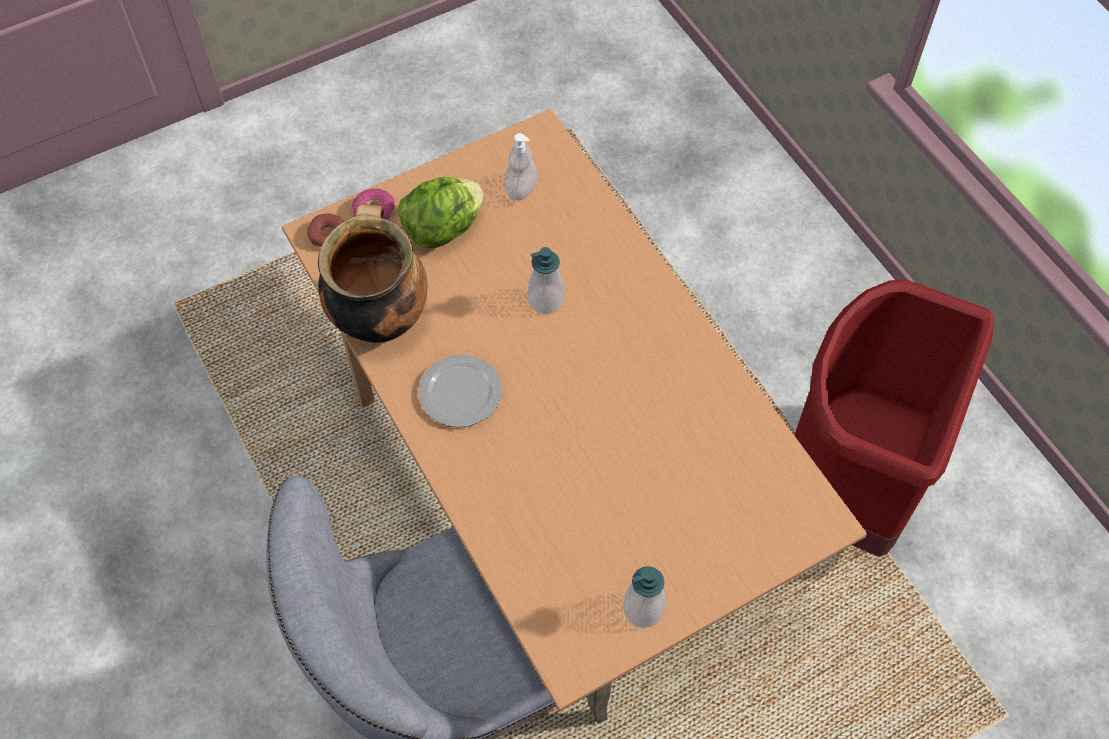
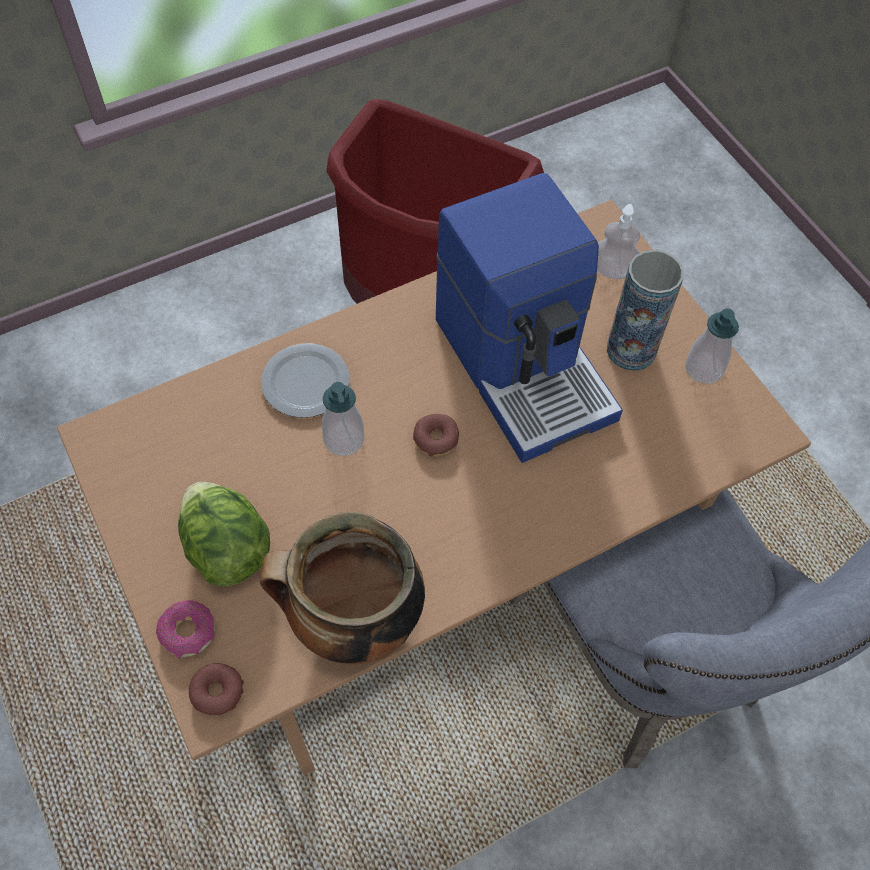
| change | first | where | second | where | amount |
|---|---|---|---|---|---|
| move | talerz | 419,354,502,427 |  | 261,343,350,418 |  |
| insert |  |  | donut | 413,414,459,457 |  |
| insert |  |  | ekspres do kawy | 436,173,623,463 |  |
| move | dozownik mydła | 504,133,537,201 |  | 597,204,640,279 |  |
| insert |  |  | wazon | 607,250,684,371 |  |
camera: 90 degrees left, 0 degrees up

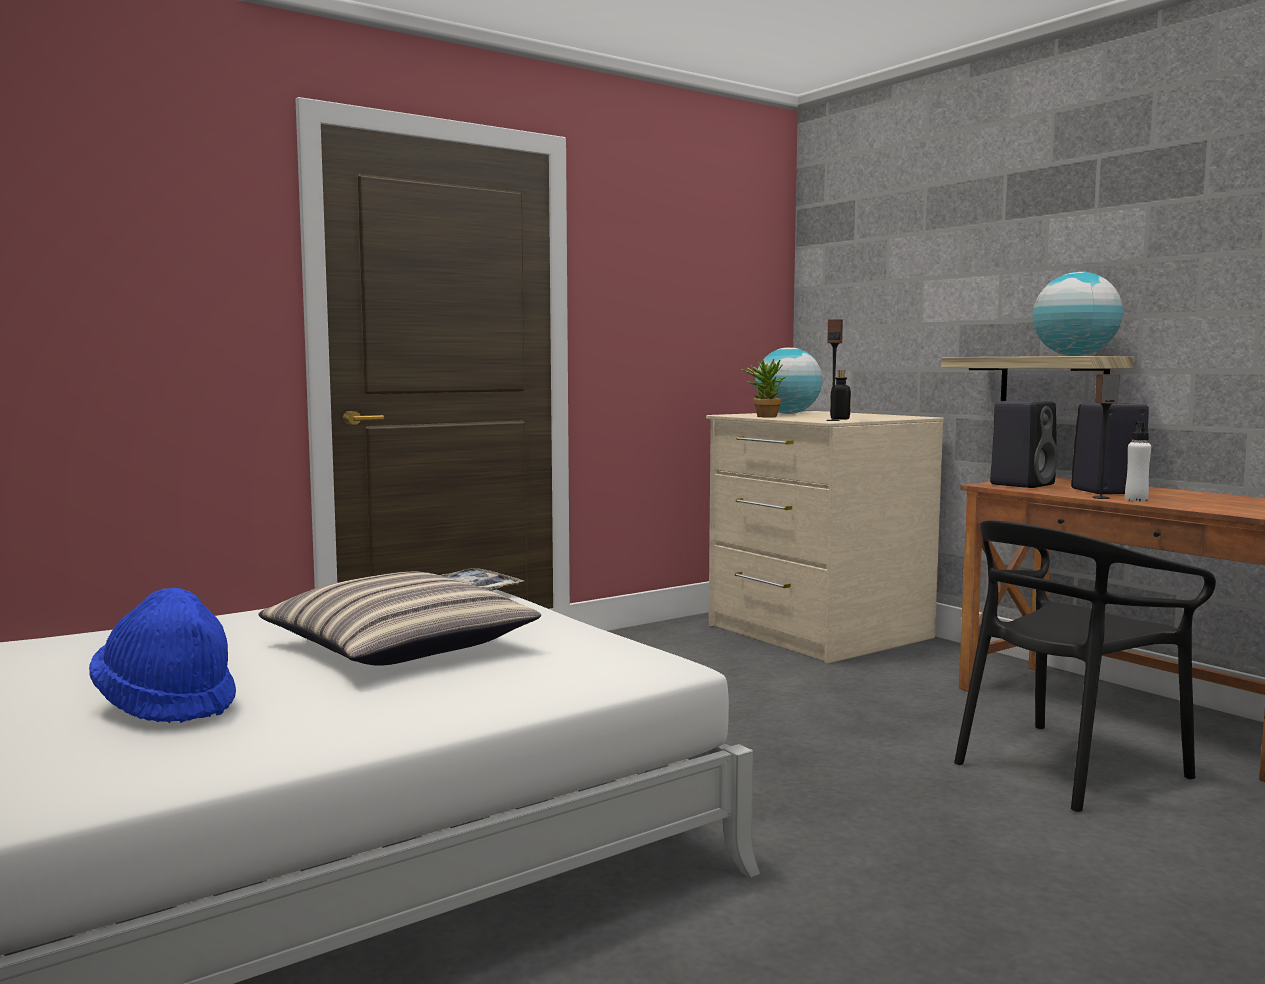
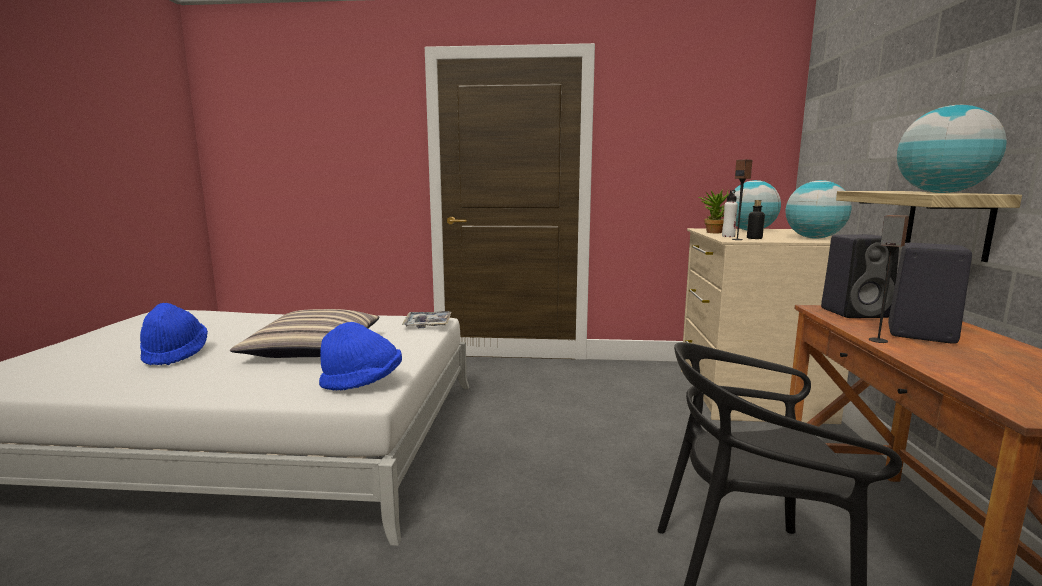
| change | first | where | second | where | amount |
|---|---|---|---|---|---|
| insert |  |  | kapelusz (niebieski) | 319,322,402,391 |  |
| move | butelka (biały) | 1125,421,1151,501 |  | 722,190,738,237 |  |
| insert |  |  | globus | 786,180,851,239 |  |
camera: 40 degrees right, 5 degrees up

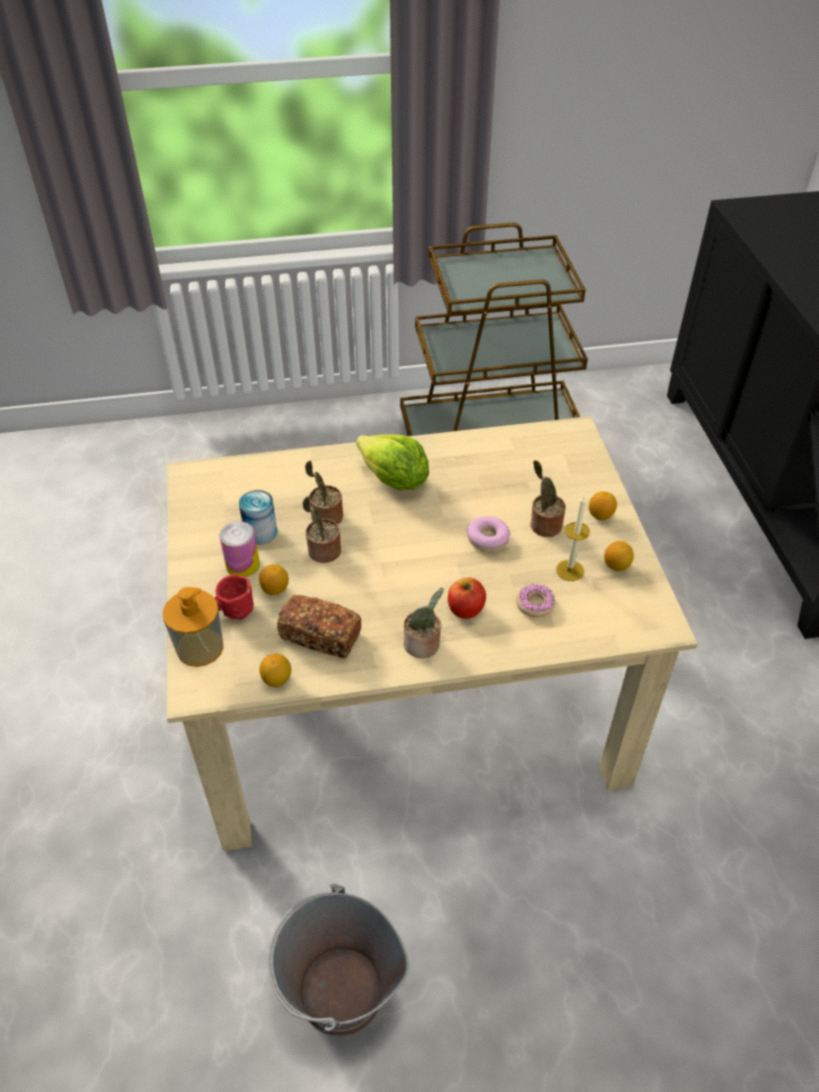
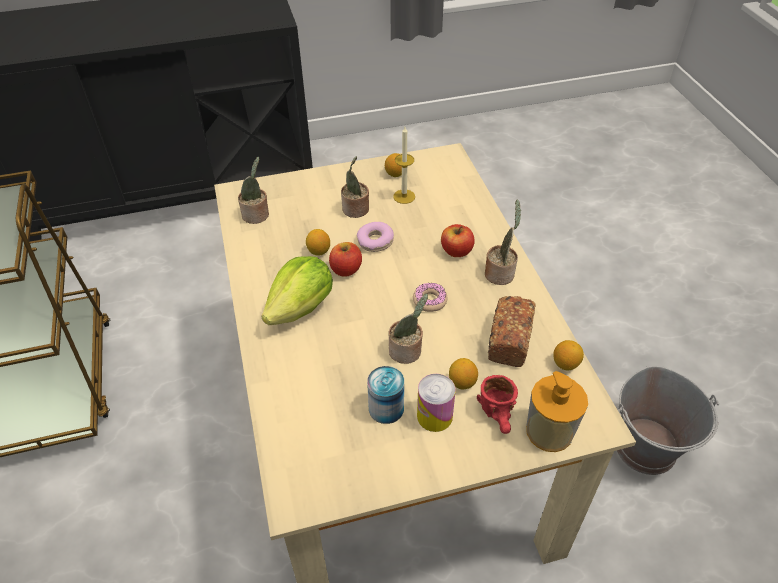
| change | first | where | second | where | amount |
|---|---|---|---|---|---|
| move | roślina doniczkowa | 305,460,343,524 |  | 238,157,269,224 |  |
| move | cytryna | 589,491,617,520 |  | 306,229,330,256 |  |
| insert |  |  | jabłko | 329,242,362,277 |  |
| move | donut | 516,584,555,618 |  | 413,283,447,312 |  |
camera: 95 degrees left, 0 degrees up

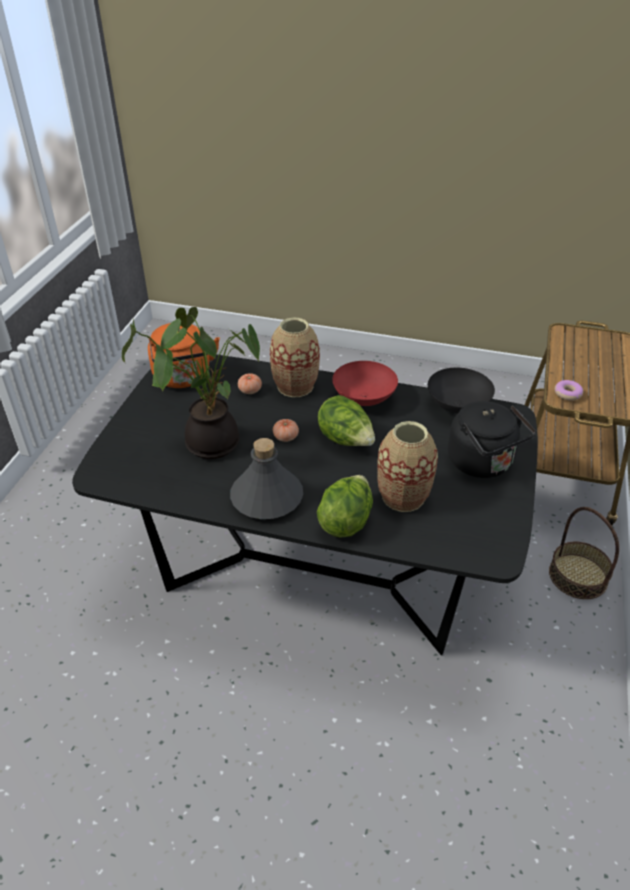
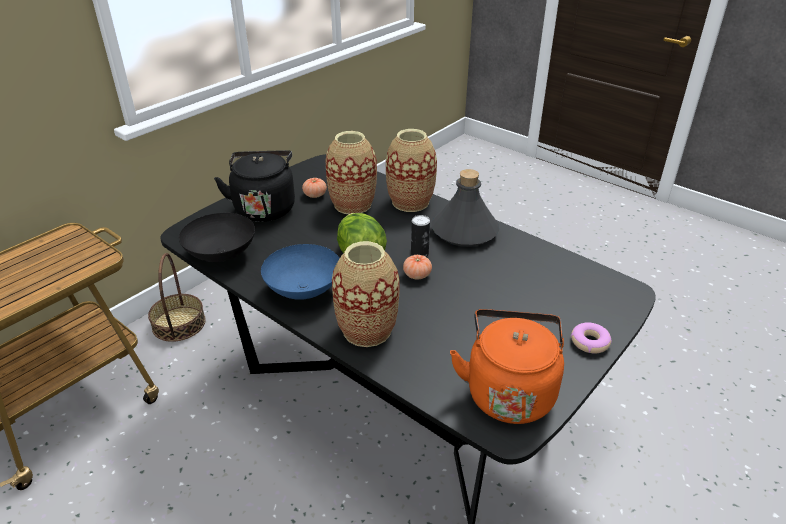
| change | first | where | second | where | amount |
|---|---|---|---|---|---|
| recolor | miska (czerwony) | 332,361,398,406 | miska (niebieski) | 261,244,340,300 |  |
| move | pomidor | 238,373,262,394 |  | 302,178,327,198 |  |
| replace | sałata | 317,475,373,538 | wazon | 386,129,437,212 |  |
| insert |  |  | puszka | 411,215,430,257 |  |
| move | donut | 555,380,583,401 |  | 571,322,612,353 |  |
| delete | roślina doniczkowa | 122,307,260,459 |  |  |  |
camera: 155 degrees left, 5 degrees down

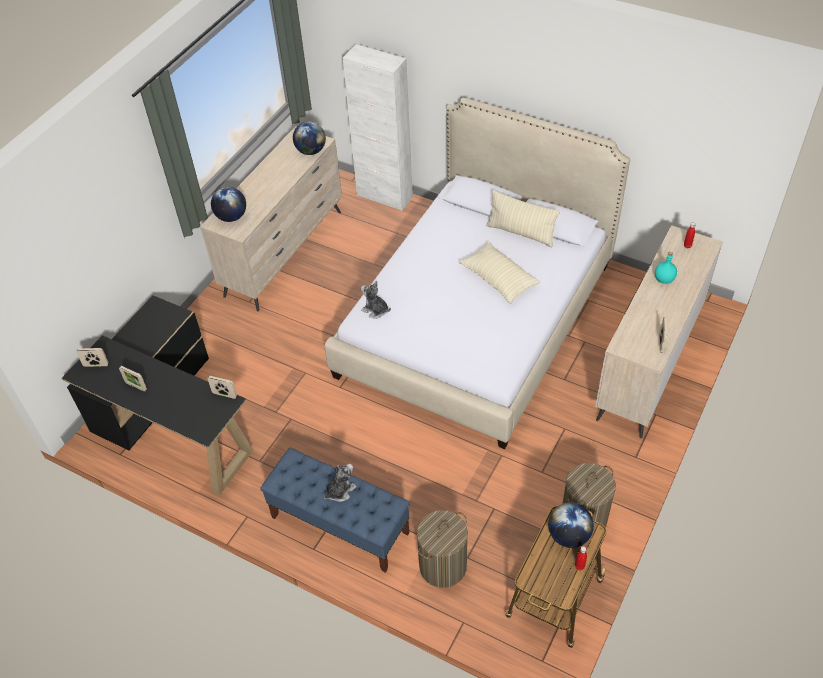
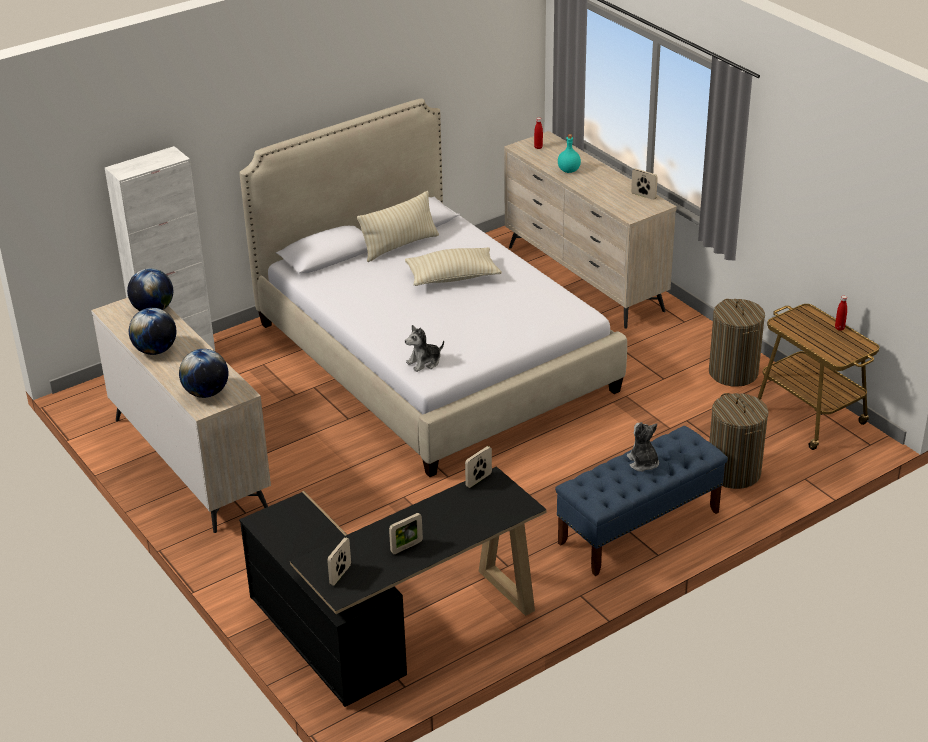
| change | first | where | second | where | amount |
|---|---|---|---|---|---|
| move | globus | 548,502,594,548 |  | 129,308,176,355 |  |
camera: 65 degrees left, 15 degrees down

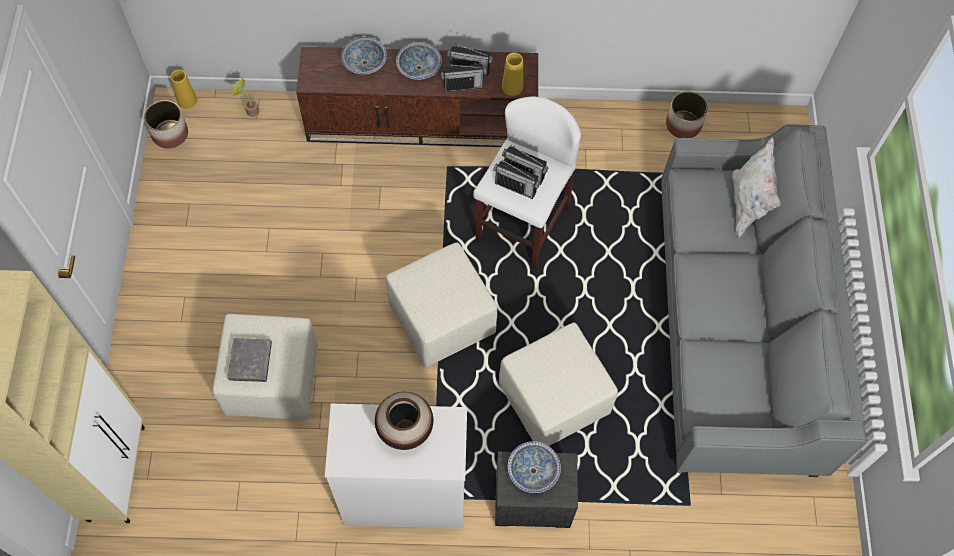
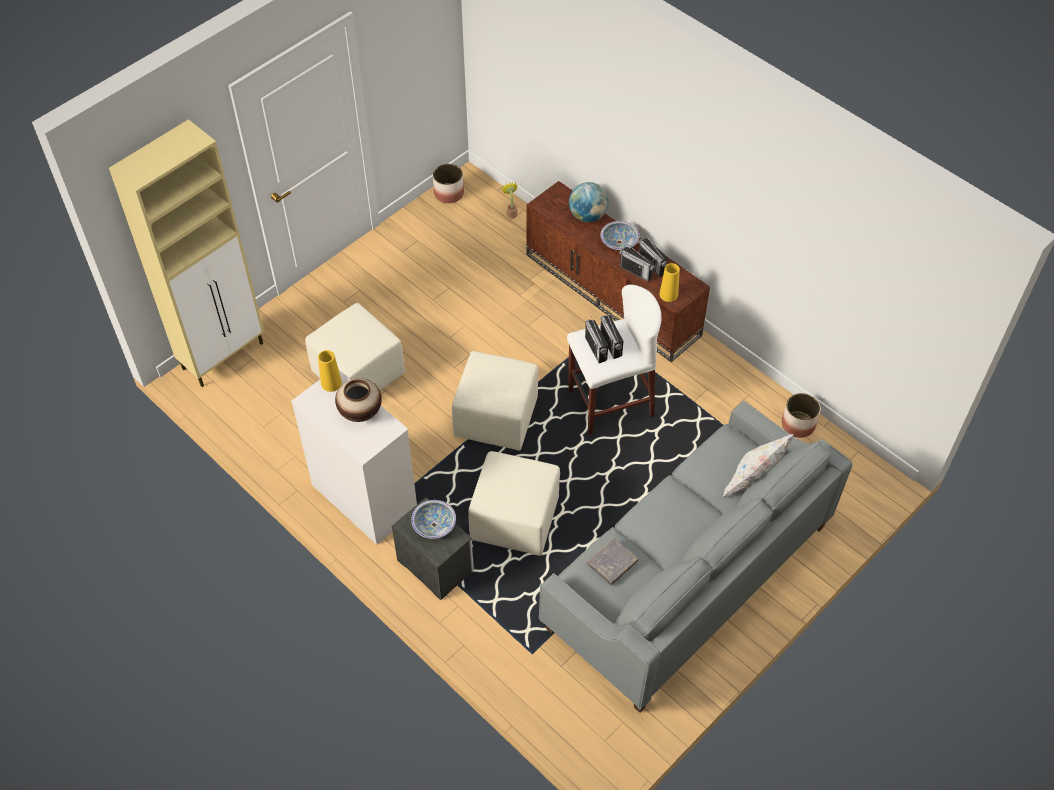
| change | first | where | second | where | amount |
|---|---|---|---|---|---|
| move | wazon (żółty) | 170,70,197,109 |  | 318,350,342,392 |  |
| replace | miska | 341,37,387,74 | globus | 569,182,609,222 |  |
| move | książka (szary) | 228,338,272,382 |  | 587,537,638,585 |  |
camera: 45 degrees right, 10 degrees down

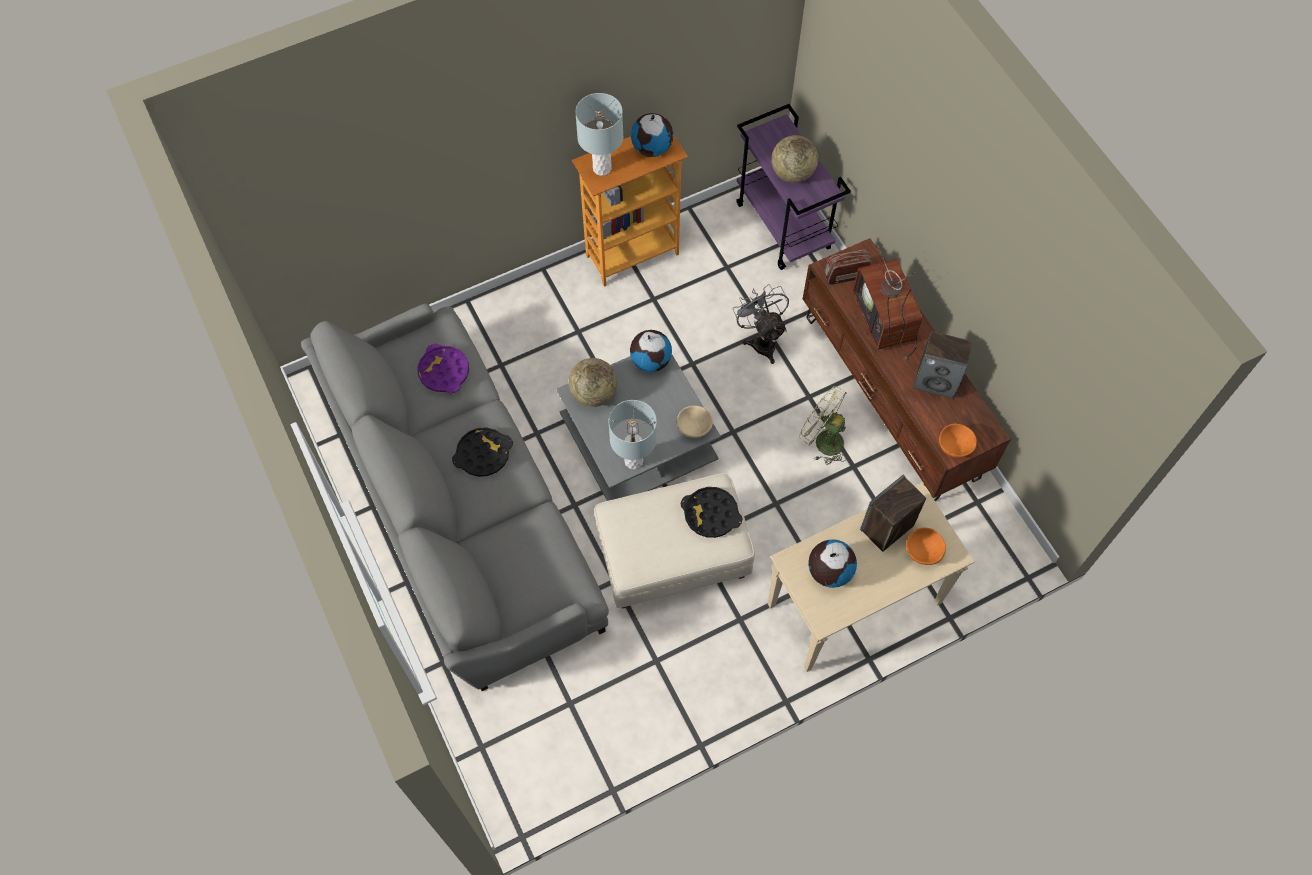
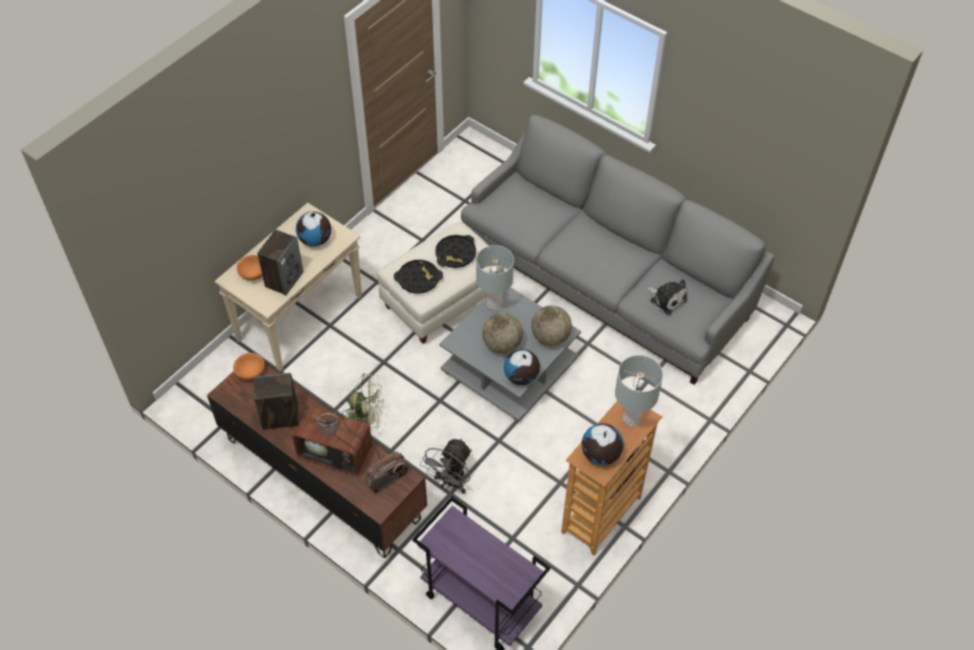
| change | first | where | second | where | amount |
|---|---|---|---|---|---|
| rotate | telewizor | 853,246,922,360 |  | 293,400,380,475 | 150 degrees clockwise |
| rotate | wentylator (szary) | 733,284,789,364 |  | 420,438,472,494 | 75 degrees clockwise |
| move | taca (czarny) | 452,427,513,477 |  | 435,235,476,268 |  |
| move | globus | 771,135,818,183 |  | 482,313,523,353 |  |
| replace | taca (fioletowy) | 417,343,469,394 | pluszak | 647,279,687,315 |  |
| delete | miska (beżowy) | 677,406,713,438 |  |  |  |
camera: 155 degrees right, 10 degrees down

